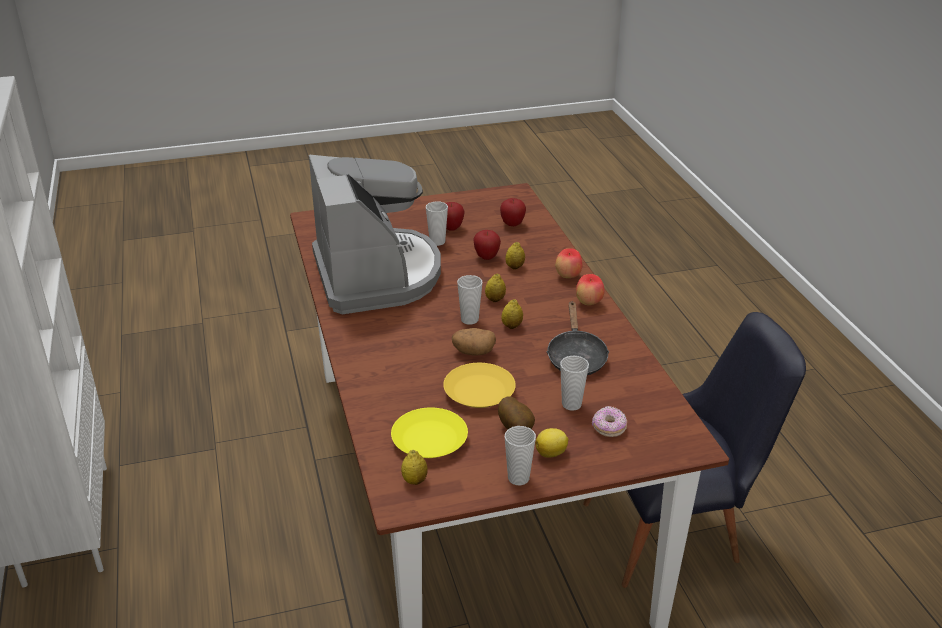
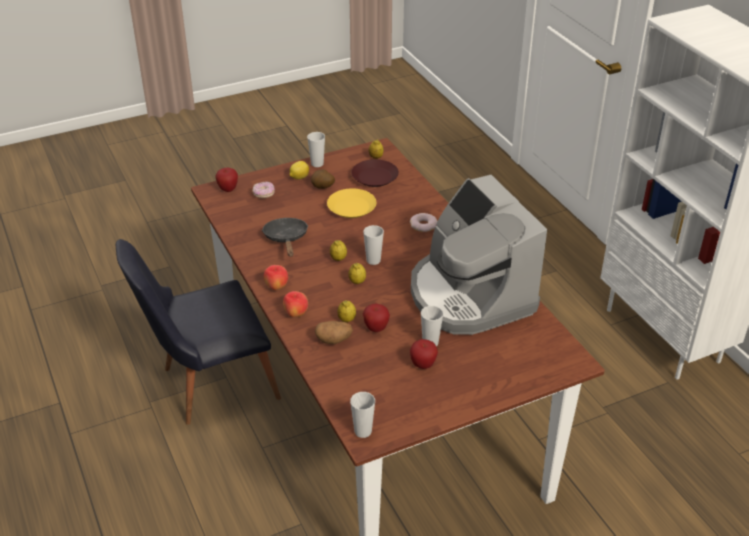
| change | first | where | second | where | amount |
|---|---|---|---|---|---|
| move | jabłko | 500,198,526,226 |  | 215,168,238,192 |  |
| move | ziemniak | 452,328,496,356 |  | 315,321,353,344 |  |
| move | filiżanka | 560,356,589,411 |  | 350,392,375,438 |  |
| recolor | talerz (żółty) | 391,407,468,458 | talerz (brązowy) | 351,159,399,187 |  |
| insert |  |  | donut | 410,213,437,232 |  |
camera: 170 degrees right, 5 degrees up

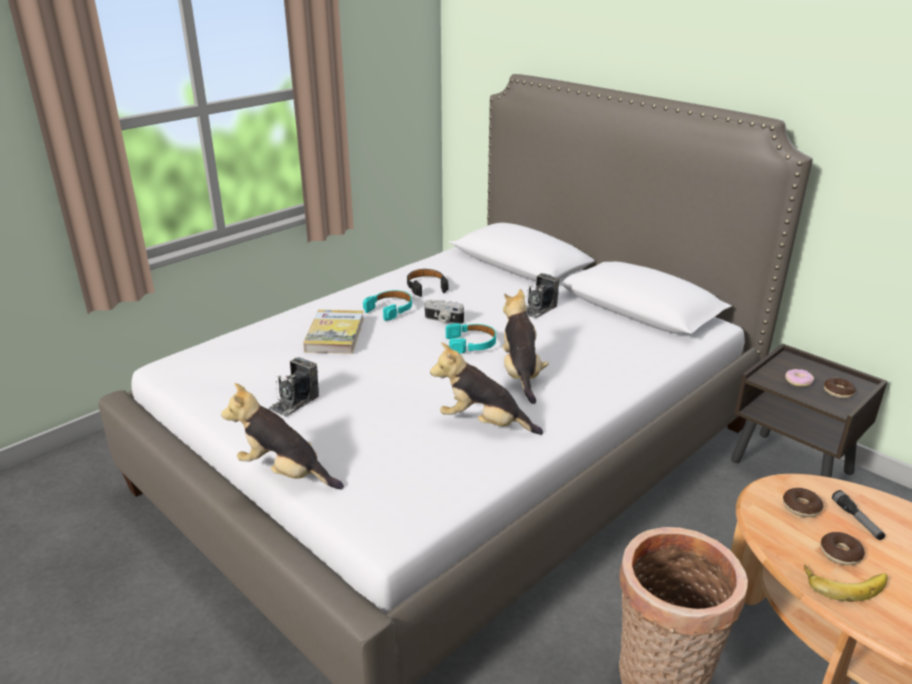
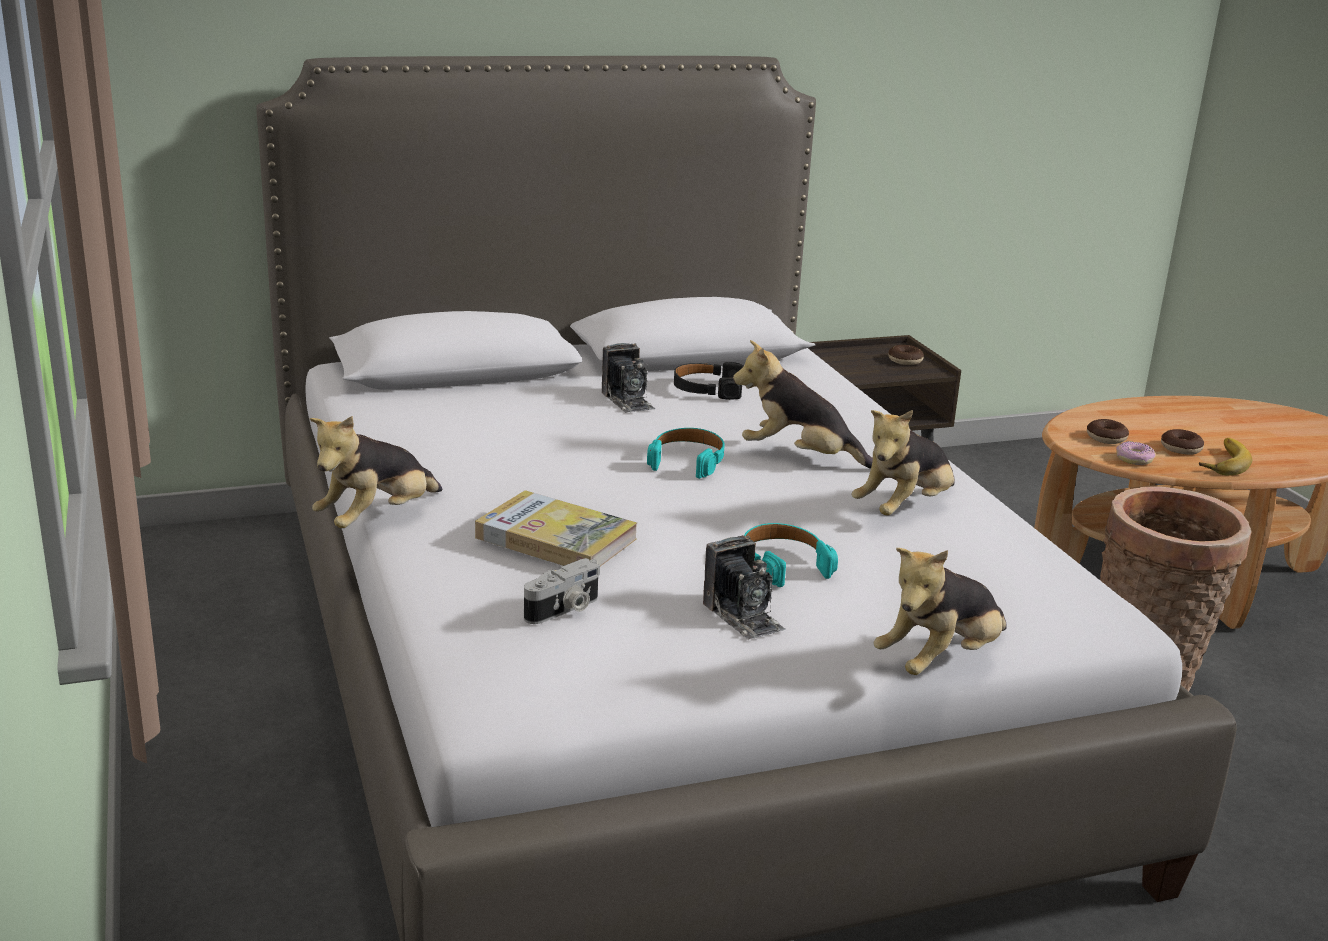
| change | first | where | second | where | amount |
|---|---|---|---|---|---|
| insert |  |  | pluszak | 310,416,442,528 |  |
| move | aparat fotograficzny | 425,300,464,324 |  | 524,558,600,624 |  |
| move | słuchawki (czarny) | 407,269,449,297 |  | 674,362,744,400 |  |
| move | słuchawki (turkusowy) | 363,290,412,321 |  | 744,523,838,587 |  |
| move | donut | 785,369,814,387 |  | 1116,441,1156,465 |  |
| delete | latarka | 832,490,885,540 |  |  |  |
camera: 65 degrees left, 5 degrees down

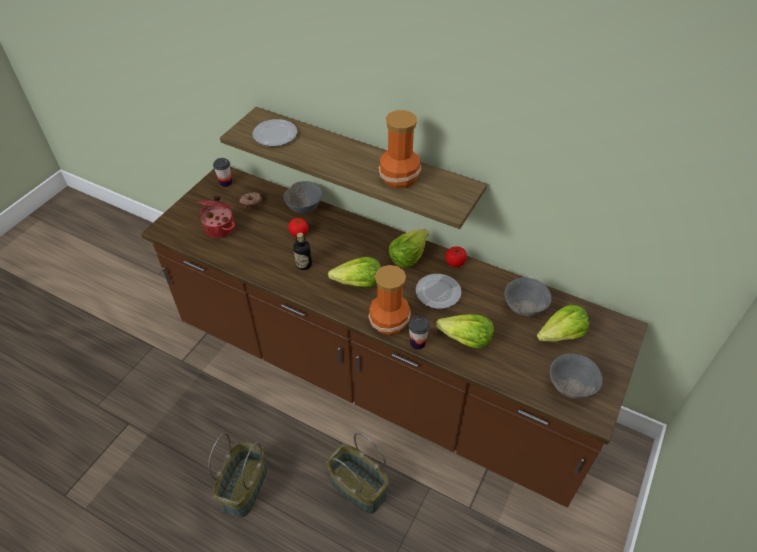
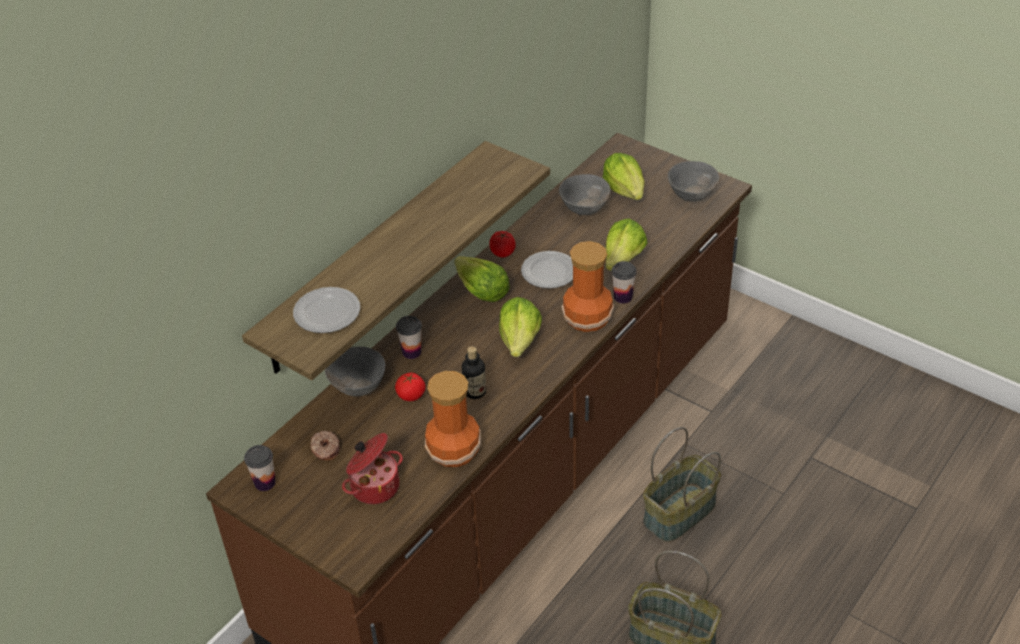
| change | first | where | second | where | amount |
|---|---|---|---|---|---|
| insert |  |  | filiżanka | 396,316,422,359 |  |
| move | wazon | 378,110,421,188 |  | 425,371,481,467 |  |
camera: 80 degrees left, 5 degrees down

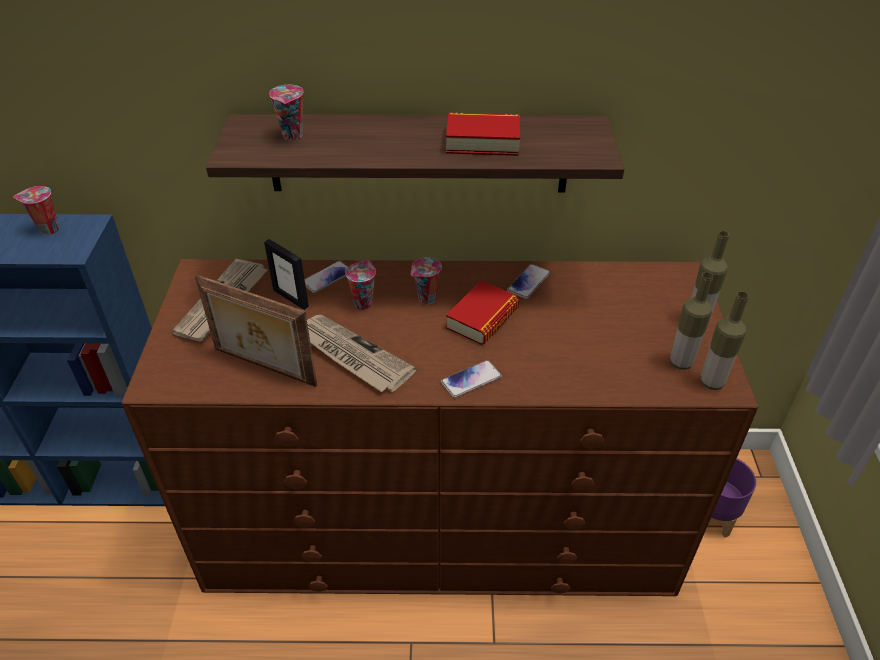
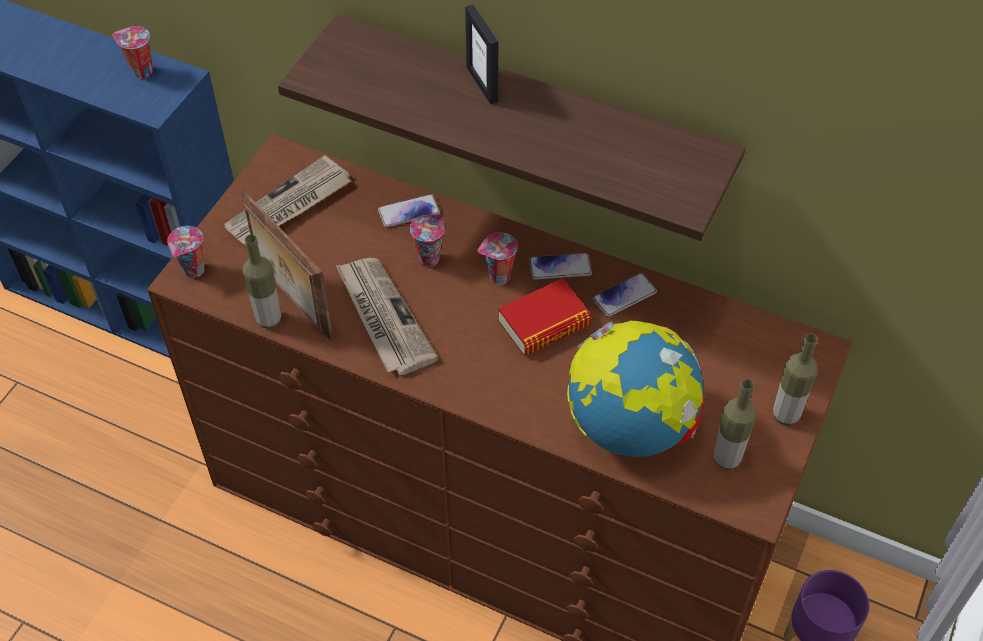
| change | first | where | second | where | amount |
|---|---|---|---|---|---|
| move | filiżanka | 269,85,304,140 |  | 167,226,204,278 |  |
| move | butelka | 701,291,749,390 |  | 242,235,281,329 |  |
| move | ramka na zdjęcie | 264,239,309,310 |  | 465,4,498,104 |  |
| move | telefon | 441,360,502,398 |  | 529,253,592,280 |  |
| insert |  |  | globus | 567,321,705,457 |  |
| delete | książka | 446,113,520,156 |  |  |  |
camera: 25 degrees right, 10 degrees up

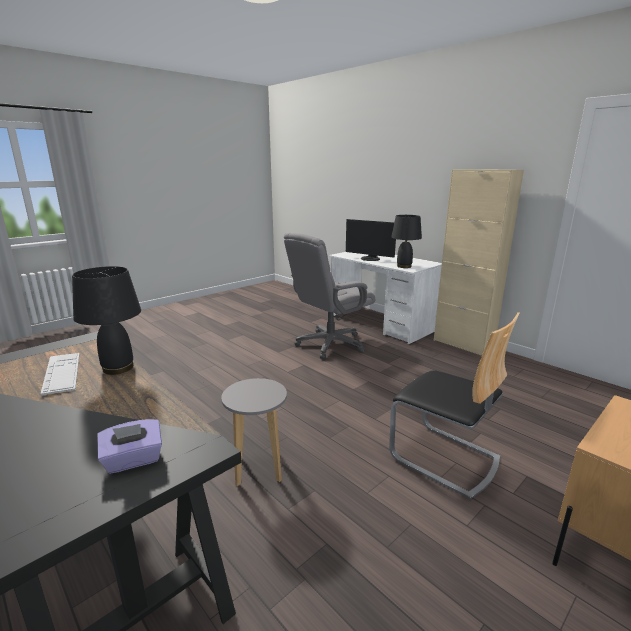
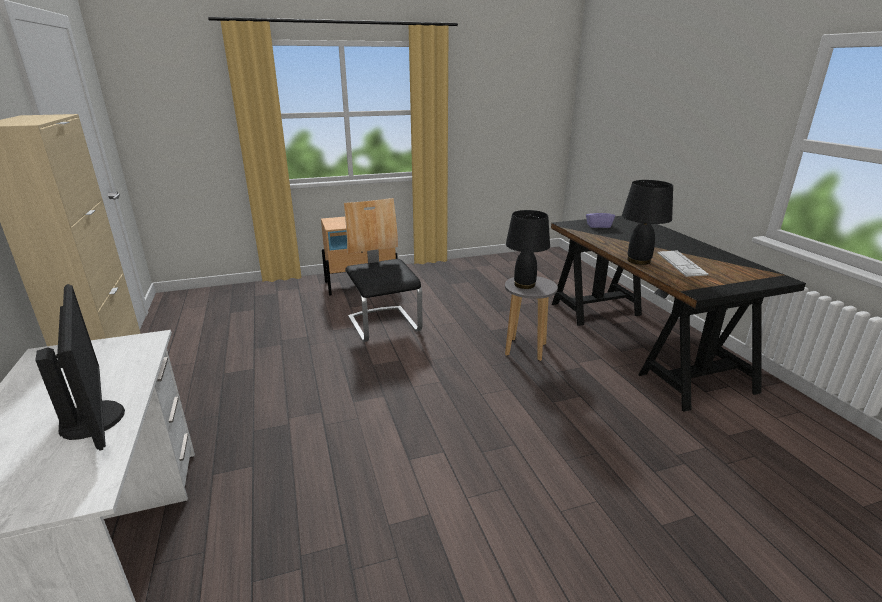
| change | first | where | second | where | amount |
|---|---|---|---|---|---|
| move | lampa stołowa (czarny) | 391,215,422,268 |  | 506,210,550,289 |  |
| delete | krzesło biurowe (szary) | 284,233,375,359 |  |  |  |
camera: 155 degrees left, 5 degrees up

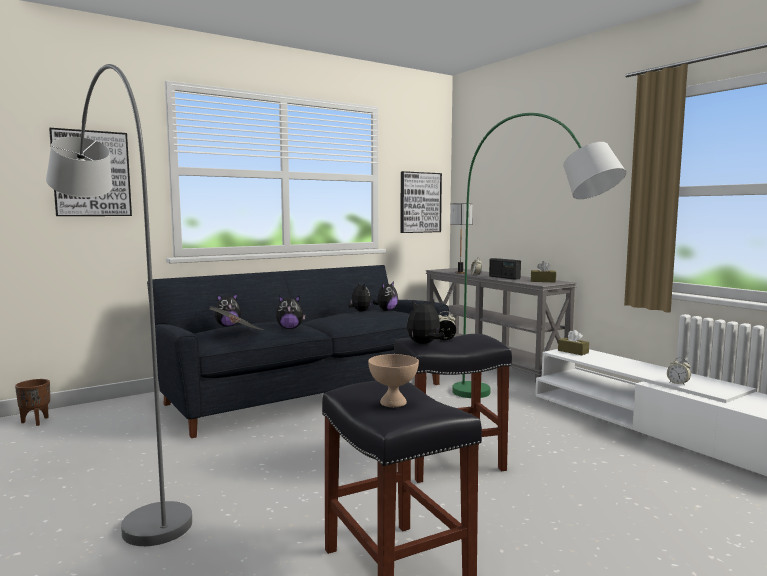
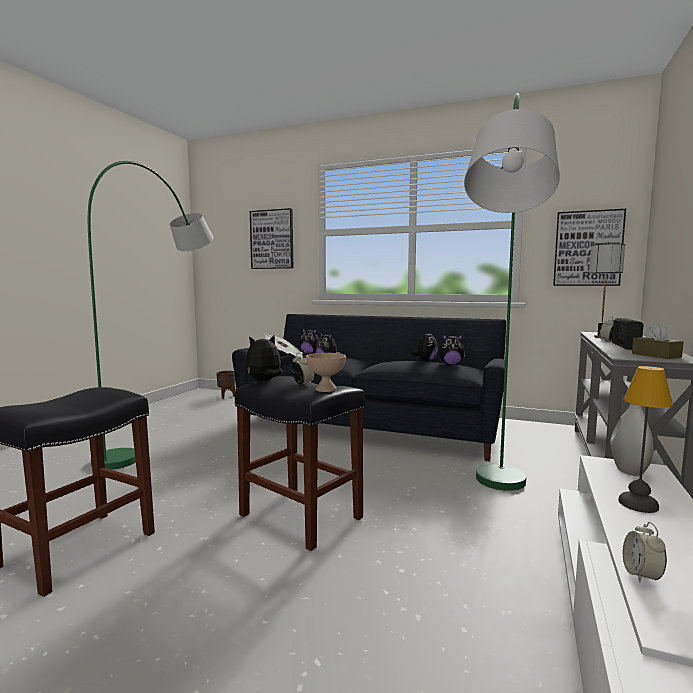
| change | first | where | second | where | amount |
|---|---|---|---|---|---|
| recolor | lampa stojąca (szary) | 46,64,192,546 | lampa stojąca (zielony) | 88,161,214,470 |  |
| rotate | pluszak | 407,299,445,344 |  | 245,335,283,381 | 60 degrees counterclockwise |
| move | miska (beżowy) | 368,354,419,407 |  | 306,353,346,392 |  |
| replace | pudełko chusteczek (brązowy) | 558,330,589,355 | wazon (biały) | 610,404,654,476 |  |
| insert |  |  | lampa stołowa | 618,366,673,513 |  |
camera: 55 degrees right, 0 degrees up

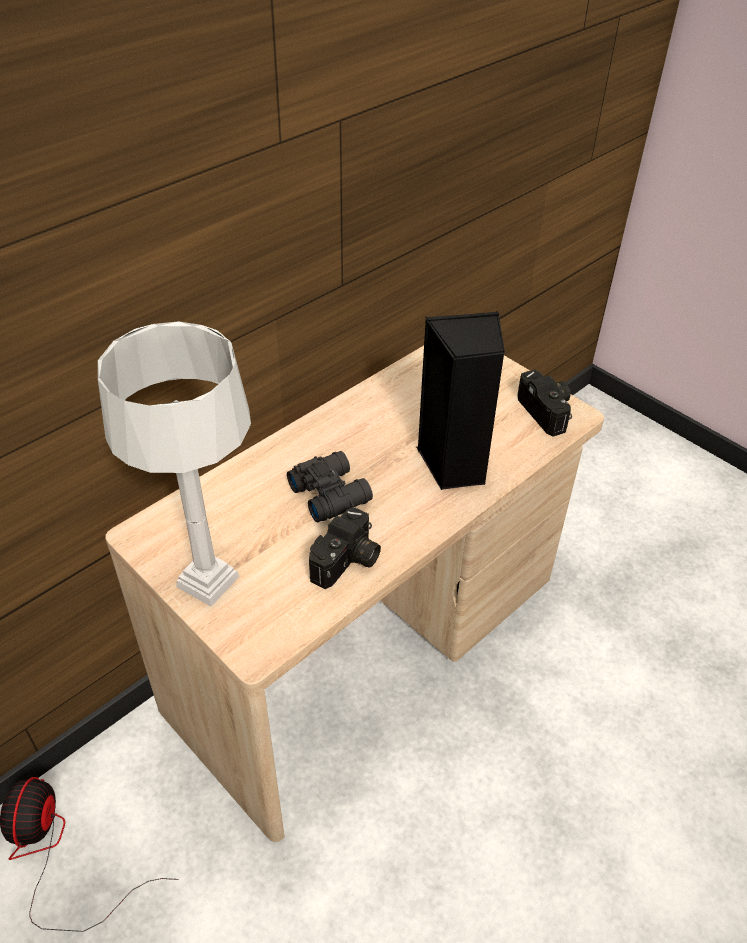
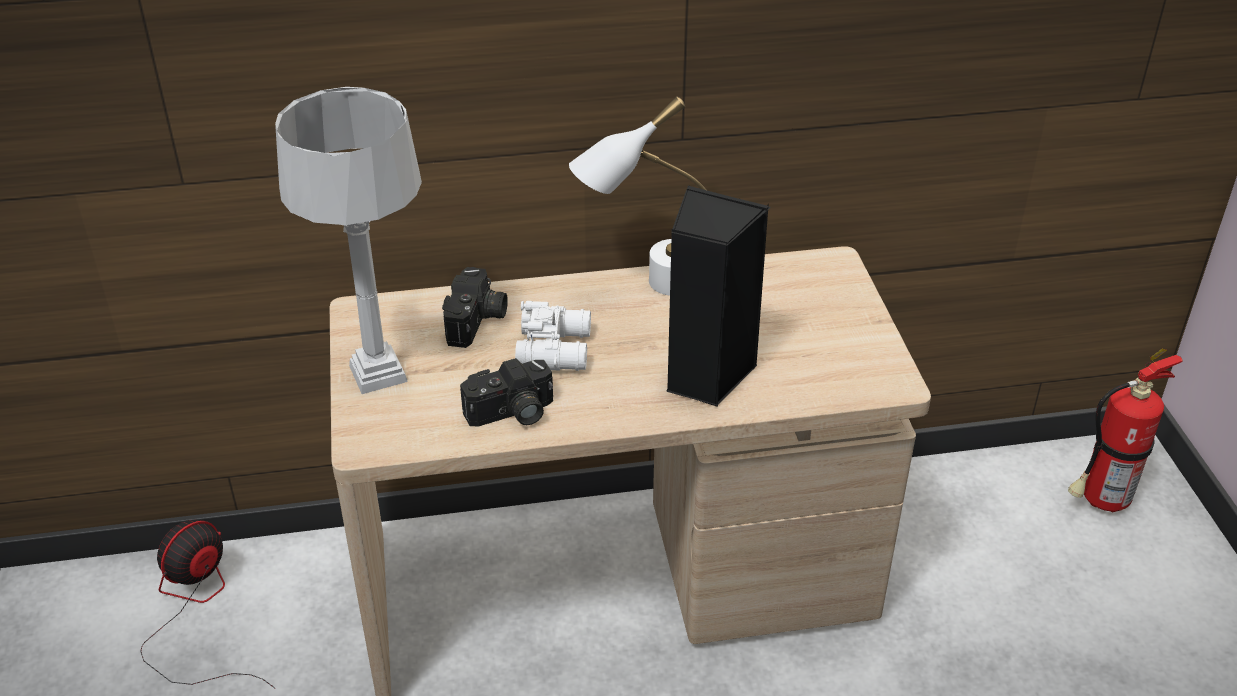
| change | first | where | second | where | amount |
|---|---|---|---|---|---|
| move | aparat fotograficzny | 517,370,572,437 |  | 442,267,508,348 |  |
| recolor | lornetka (czarny) | 287,451,373,522 | lornetka (biały) | 515,301,591,371 |  |
| insert |  |  | lampa stołowa (biały) | 569,96,706,296 |  |
| insert |  |  | gaśnica | 1068,349,1183,512 |  |
camera: 35 degrees right, 5 degrees down

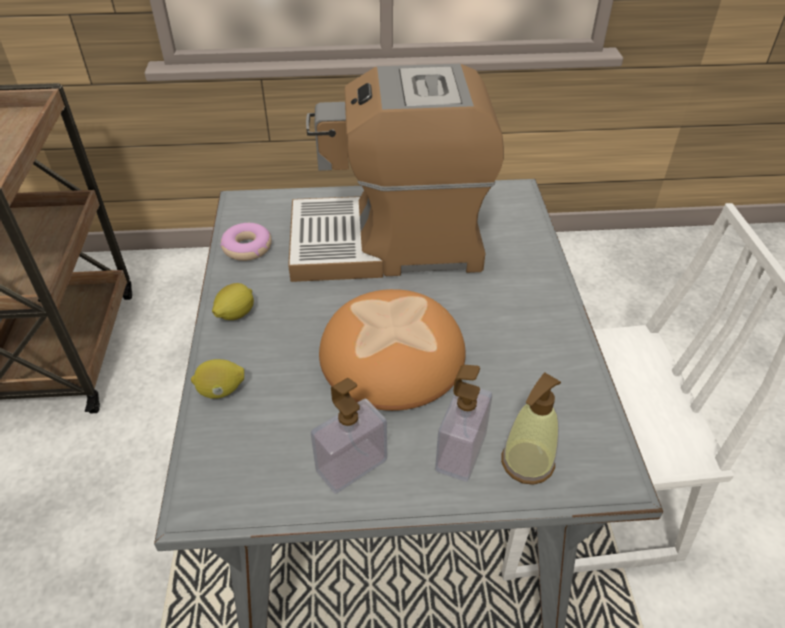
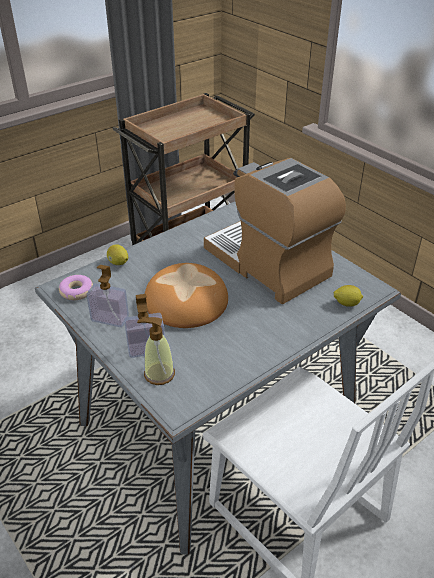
| change | first | where | second | where | amount |
|---|---|---|---|---|---|
| move | donut | 220,223,272,261 |  | 59,275,93,300 |  |
| move | cytryna | 212,283,254,320 |  | 334,285,363,307 |  |
camera: 55 degrees right, 5 degrees down

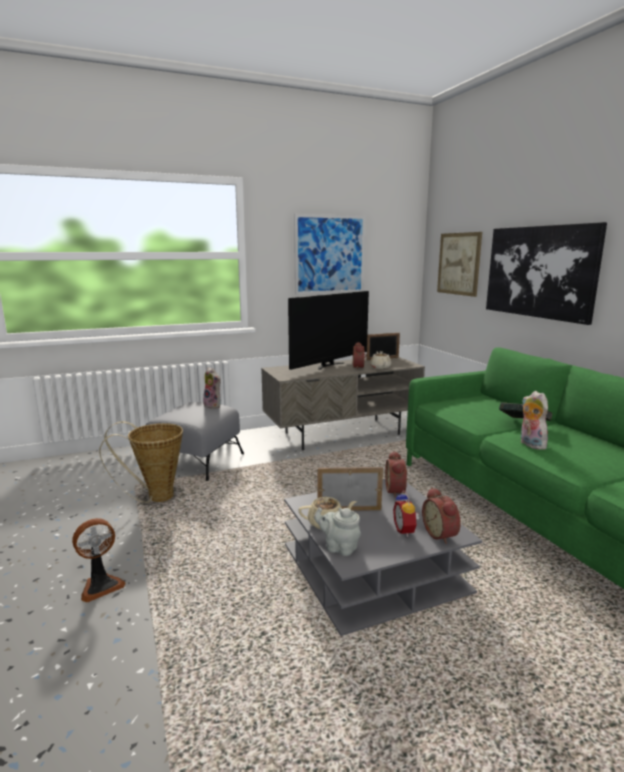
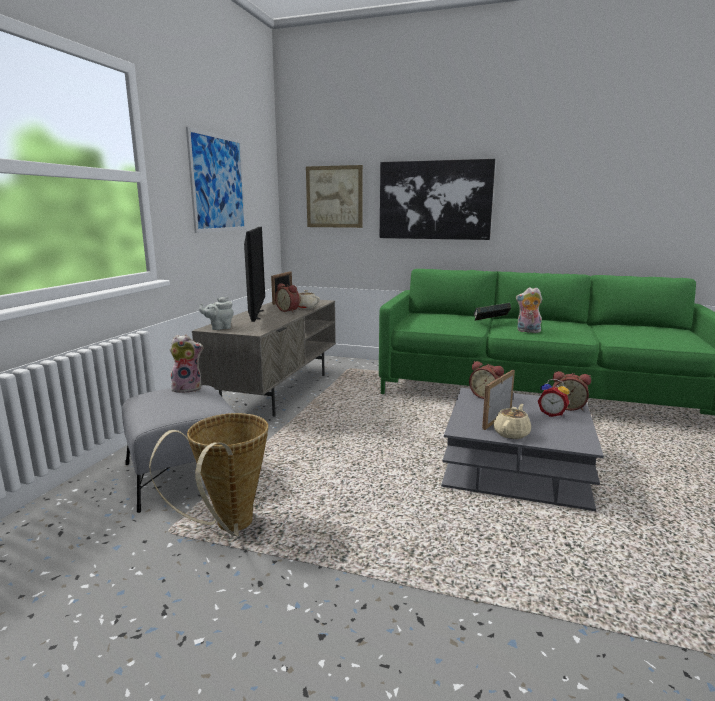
| change | first | where | second | where | amount |
|---|---|---|---|---|---|
| move | imbryk (szary) | 314,508,361,556 |  | 199,297,234,330 |  |
| delete | wentylator | 72,518,126,602 |  |  |  |
camera: 50 degrees left, 0 degrees up

